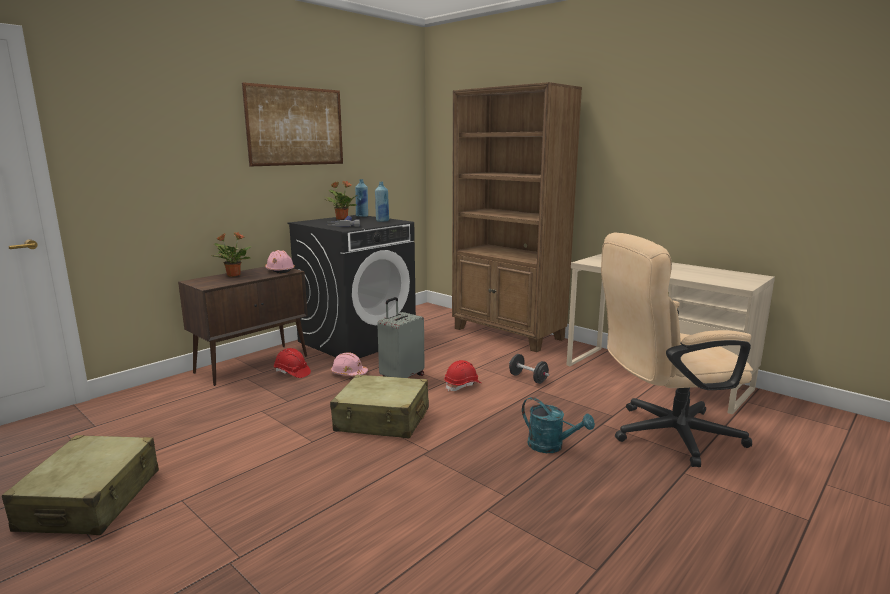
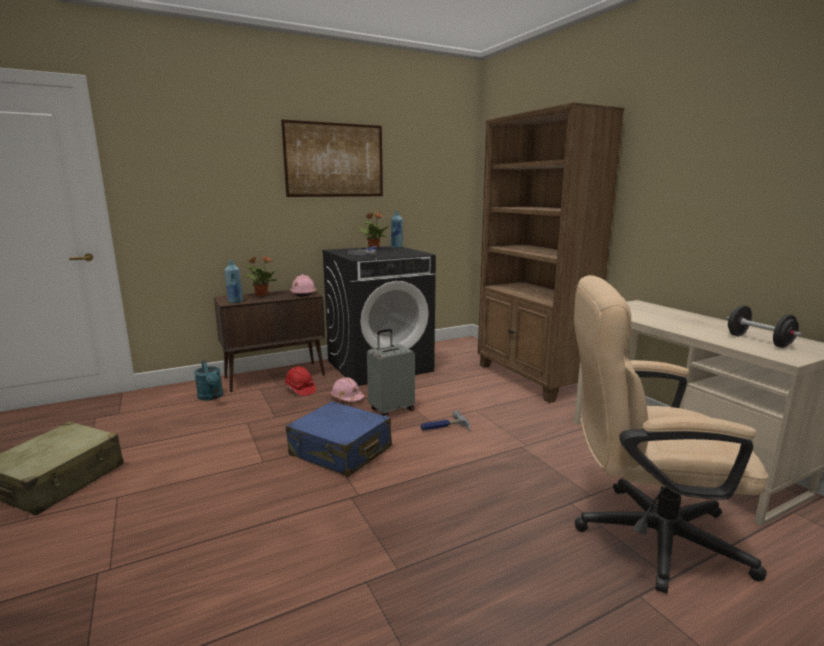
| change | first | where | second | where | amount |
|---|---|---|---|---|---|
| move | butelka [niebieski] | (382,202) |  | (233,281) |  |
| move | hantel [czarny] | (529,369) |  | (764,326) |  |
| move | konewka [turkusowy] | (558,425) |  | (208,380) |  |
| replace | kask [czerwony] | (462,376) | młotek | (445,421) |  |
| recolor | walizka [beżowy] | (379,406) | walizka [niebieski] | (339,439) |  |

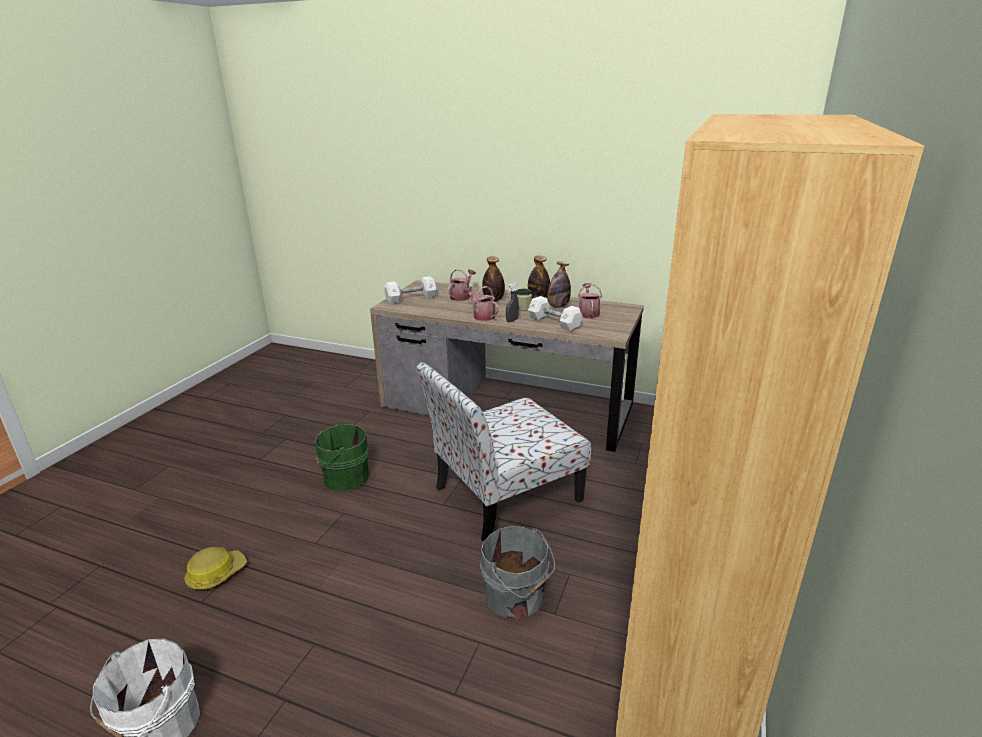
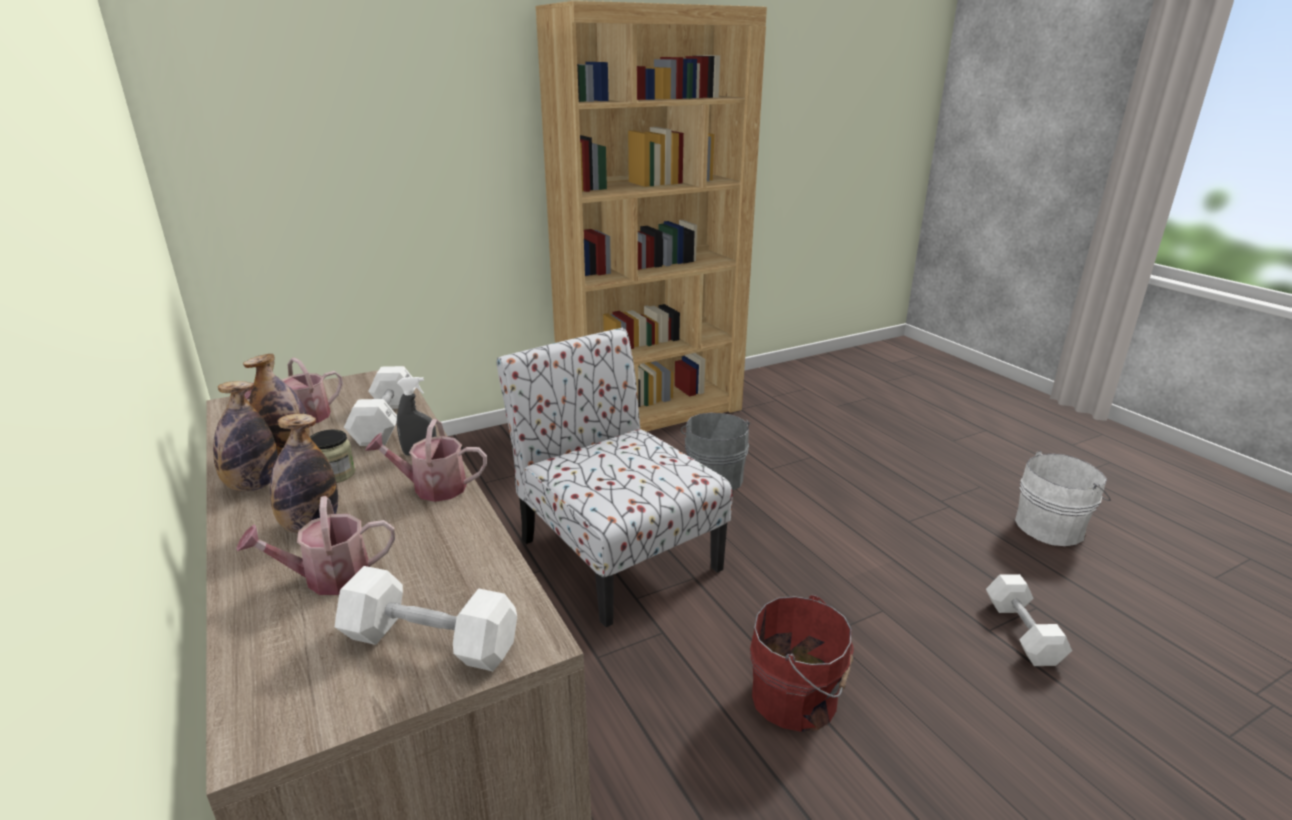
| change | first | where | second | where | amount |
|---|---|---|---|---|---|
| replace | kask | (215,568) | hantel [biały] | (1029,620) |  |
| recolor | wiadro [zielony] | (342,456) | wiadro [czerwony] | (801,663) |  |
| rotate | krzesło | (503,452) |  | (615,477) | 135 degrees counterclockwise |
| rotate | konewka | (481,303) |  | (426,460) | 90 degrees clockwise |

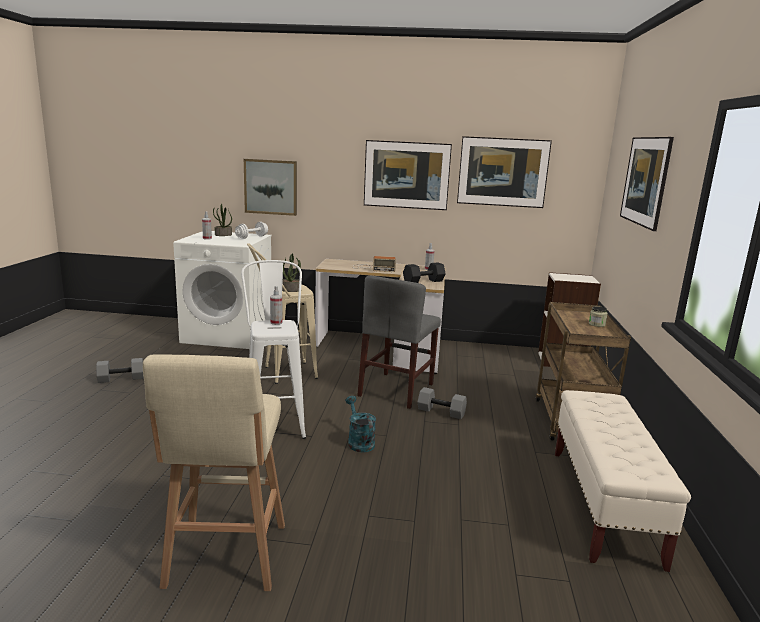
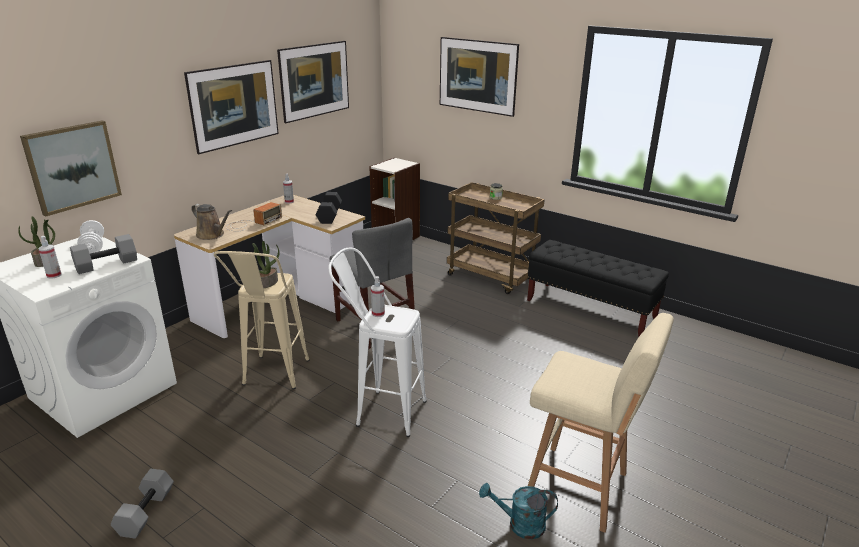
| change | first | where | second | where | amount |
|---|---|---|---|---|---|
| insert |  |  | konewka [brązowy] | (211,222) |  |
| move | konewka [turkusowy] | (360,424) |  | (518,511) |  |
| move | hantel [szary] | (442,403) |  | (103,254) |  |
| recolor | ławka [beżowy] | (623,481) | ławka [czarny] | (598,288) |  |

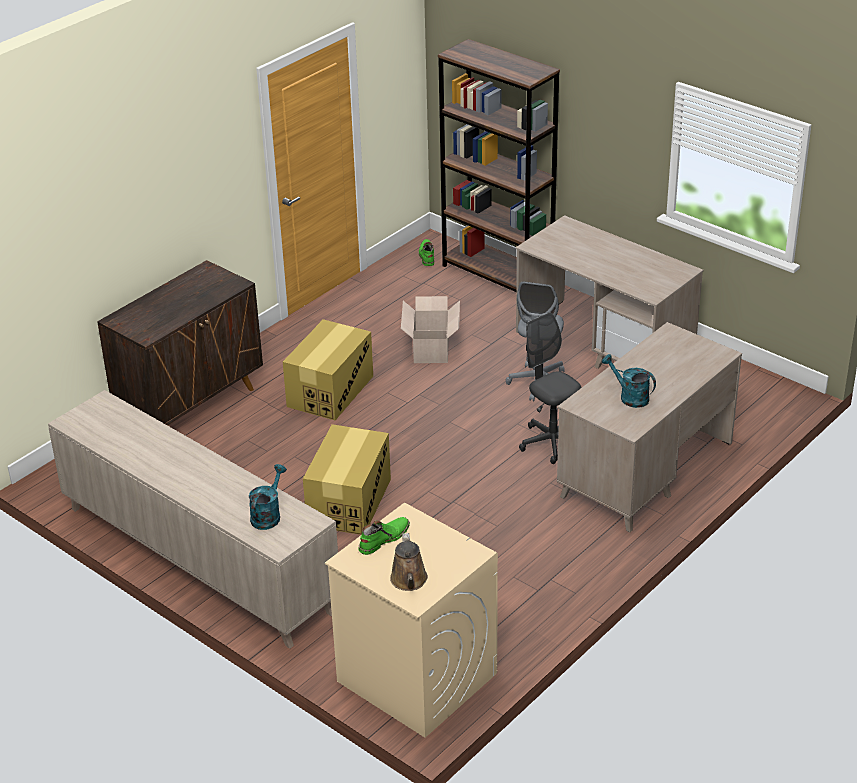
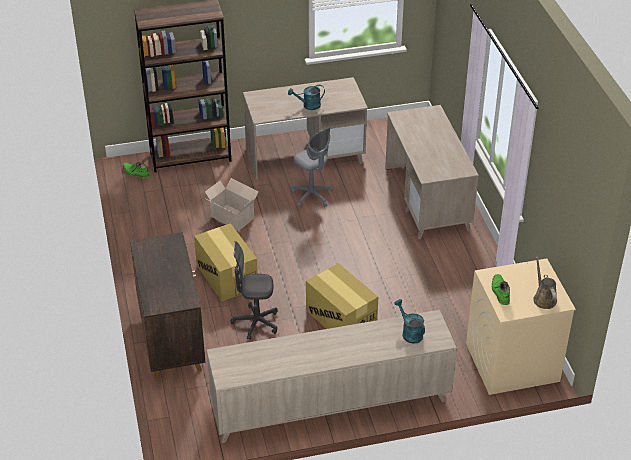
| change | first | where | second | where | amount |
|---|---|---|---|---|---|
| move | krzesło biurowe [szary] | (550,388) |  | (254,290) |  |
| move | konewka [turkusowy] | (629,381) |  | (306,97) |  |
| rotate | konewka [brązowy] | (409,562) |  | (545,282) | 135 degrees counterclockwise |

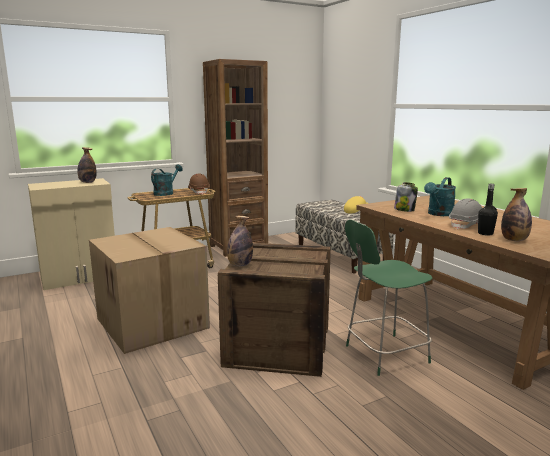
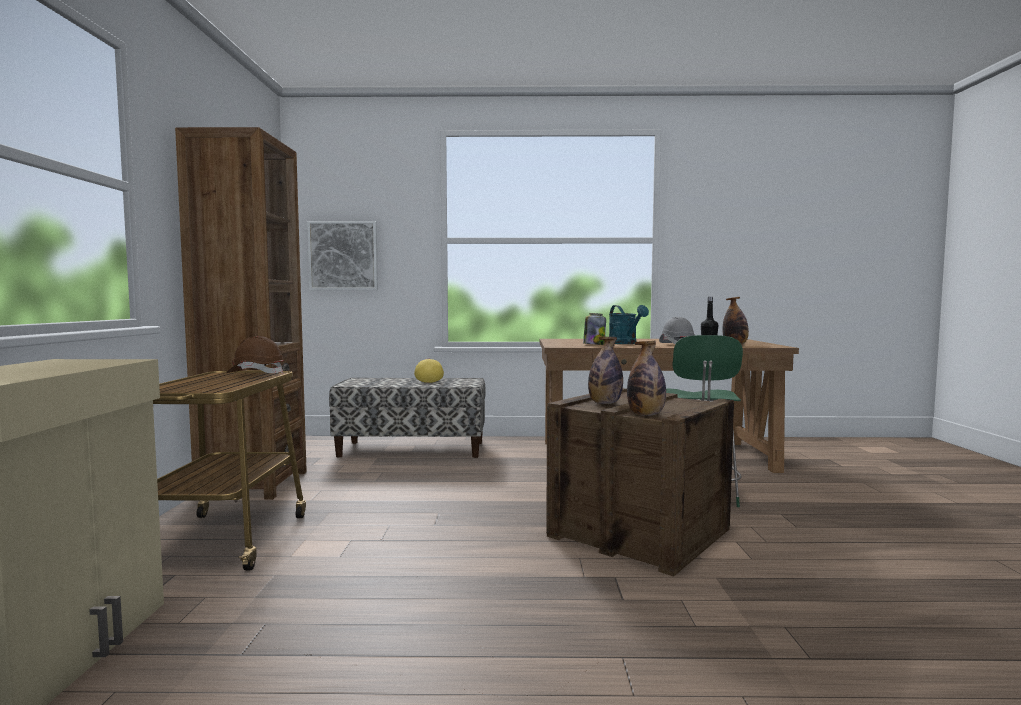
| change | first | where | second | where | amount |
|---|---|---|---|---|---|
| delete | karton | (149,290) |  |  |  |
| delete | konewka [turkusowy] | (167,180) |  |  |  |
| insert |  |  | obraz | (342,255) |  |
| move | butelka | (87,165) |  | (605,370) |  |

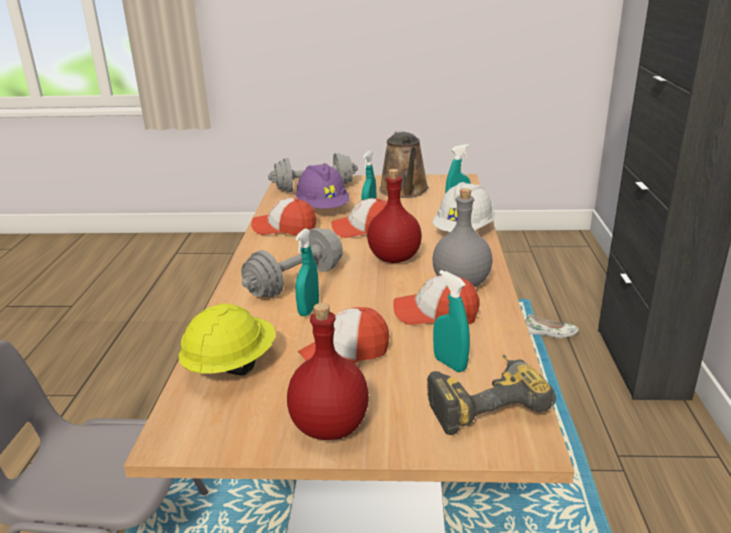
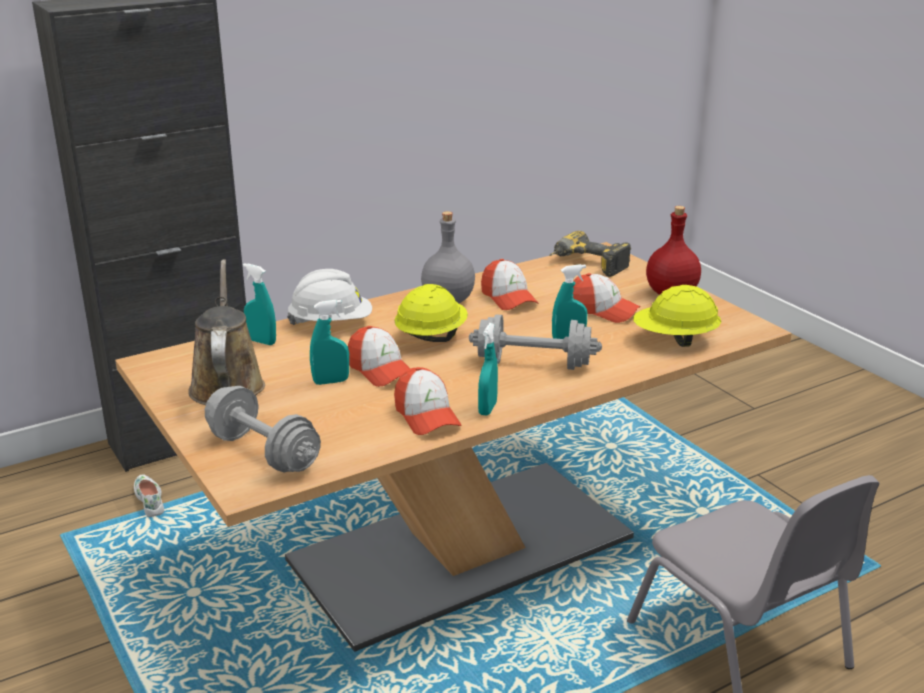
| change | first | where | second | where | amount |
|---|---|---|---|---|---|
| delete | kask [fioletowy] | (323,186) |  |  |  |
| move | spryskiwacz [turkusowy] | (451,321) |  | (488,369) |  |
| replace | butelka [czerwony] | (394,216) | kask [żółty] | (431,313) |  |
| rotate | konewka [brązowy] | (404,164) |  | (226,332) | 60 degrees counterclockwise |

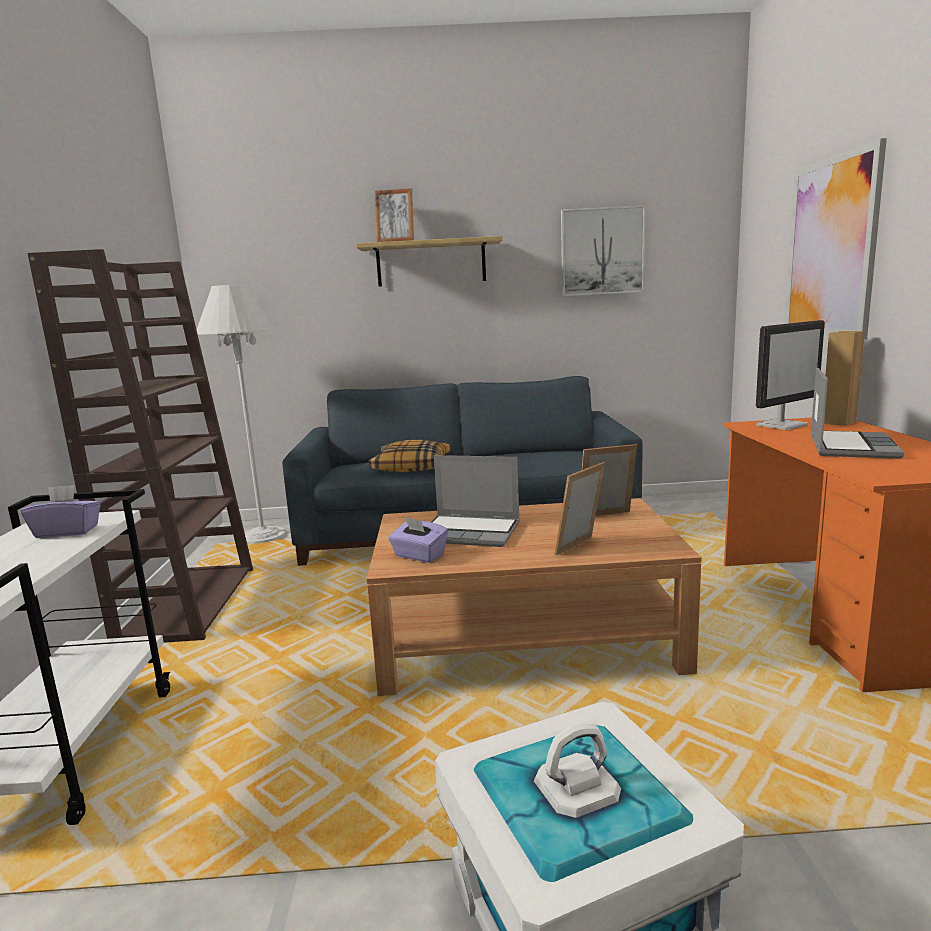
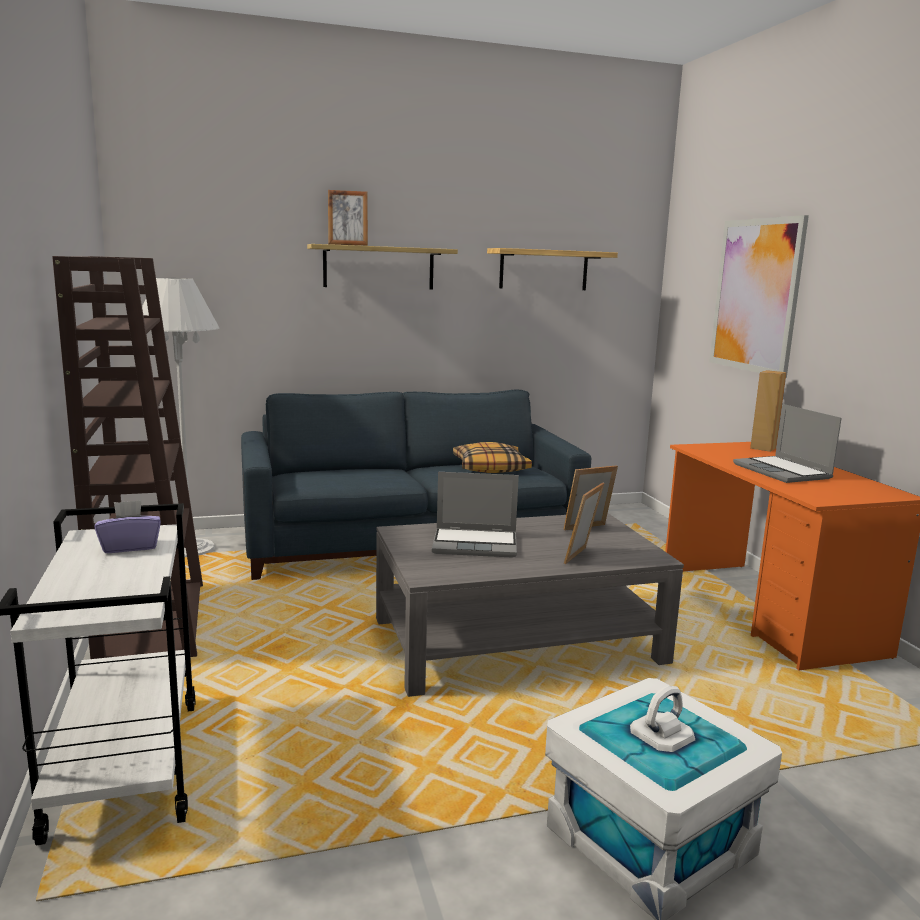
| change | first | where | second | where | amount |
|---|---|---|---|---|---|
| delete | pudełko chusteczek [fioletowy] | (418,540) |  |  |  |
| delete | monitor | (790,375) |  |  |  |
| move | poduszka | (409,456) |  | (492,457) |  |
| replace | obraz | (603,250) | półka | (552,269) |  |
| recolor | ława [brązowy] | (534,597) | ława [szary] | (530,605) |  |
| rotate | laptop | (857,413) |  | (787,443) | 150 degrees clockwise |

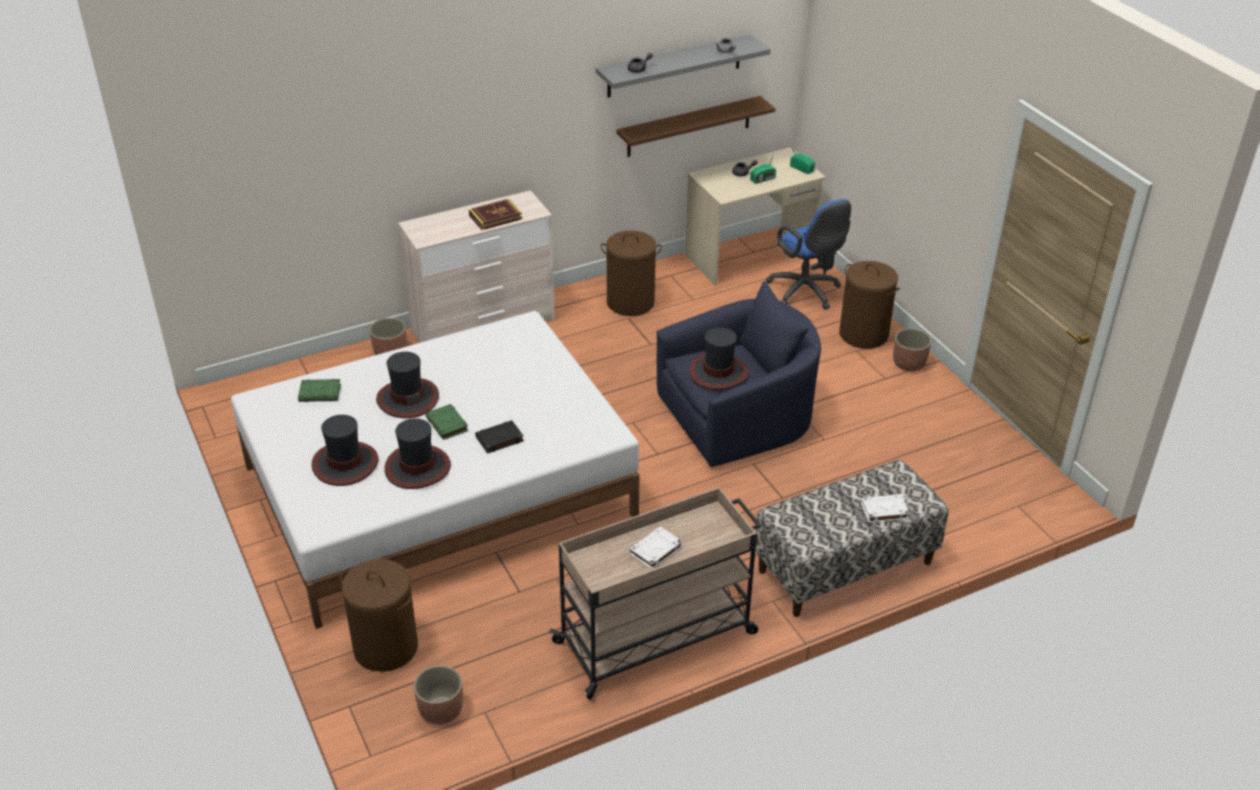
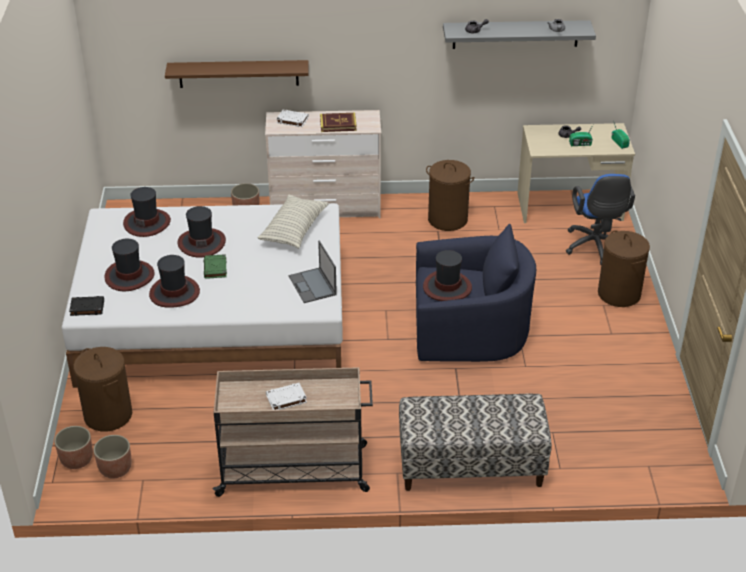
| change | first | where | second | where | amount |
|---|---|---|---|---|---|
| insert |  |  | poduszka | (293,222) |  |
| insert |  |  | laptop | (313,271) |  |
| move | książka [czarny] | (499,437) |  | (86,306) |  |
| move | półka [brązowy] | (696,126) |  | (237,74) |  |
| move | książka [biały] | (885,508) |  | (292,118) |  |
| move | donica | (912,349) |  | (73,447) |  |
| replace | książka [zielony] | (319,390) | kapelusz | (147,212) |  |

